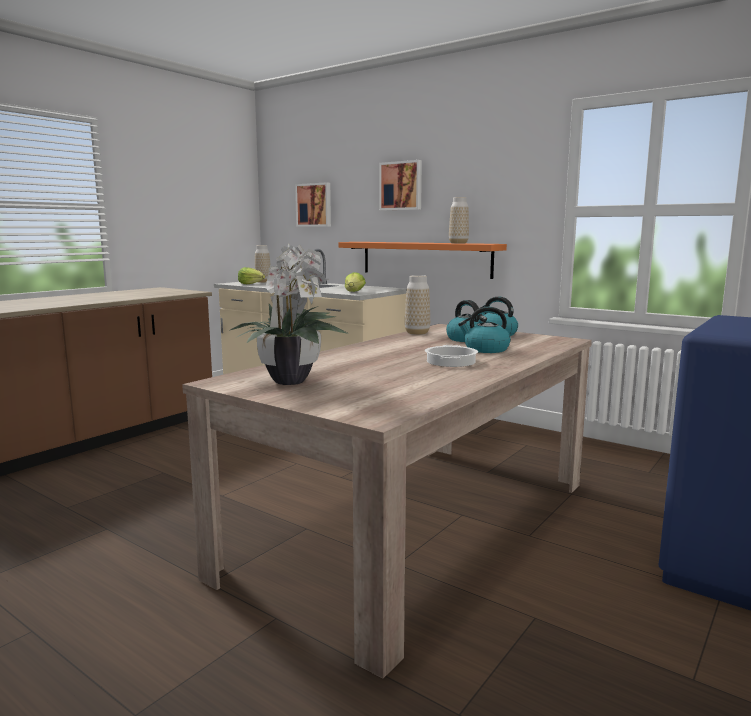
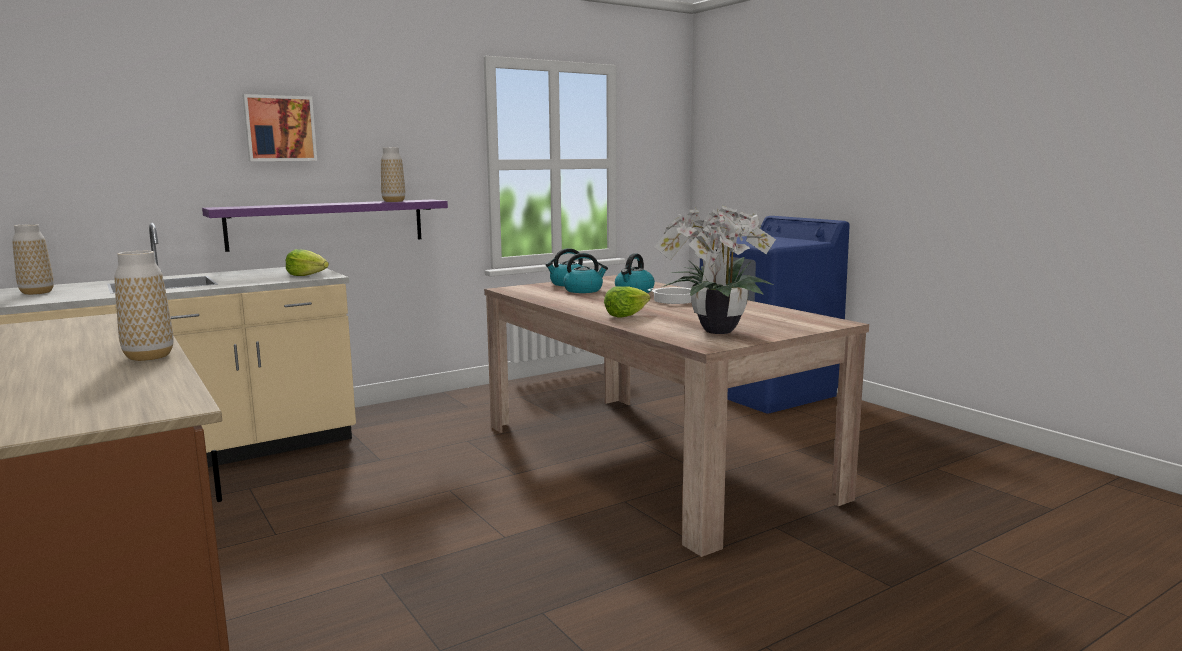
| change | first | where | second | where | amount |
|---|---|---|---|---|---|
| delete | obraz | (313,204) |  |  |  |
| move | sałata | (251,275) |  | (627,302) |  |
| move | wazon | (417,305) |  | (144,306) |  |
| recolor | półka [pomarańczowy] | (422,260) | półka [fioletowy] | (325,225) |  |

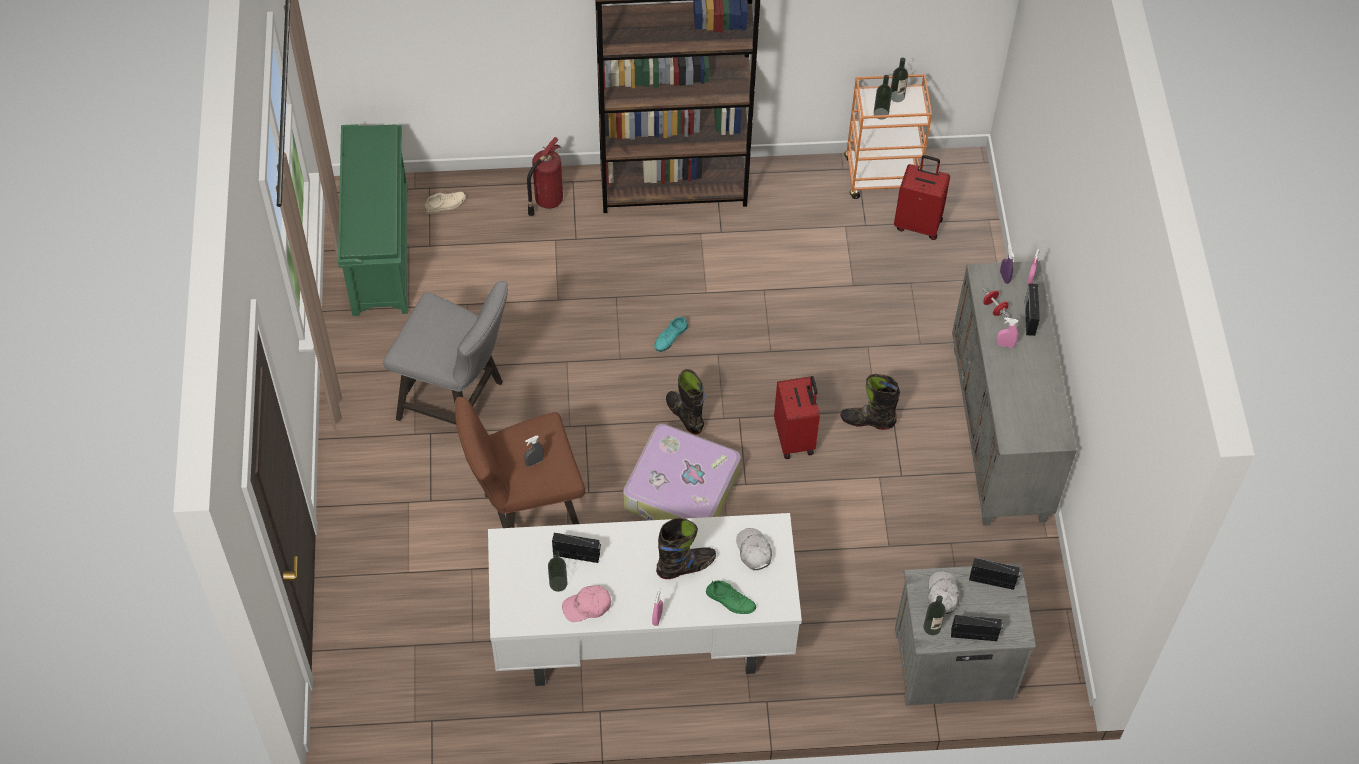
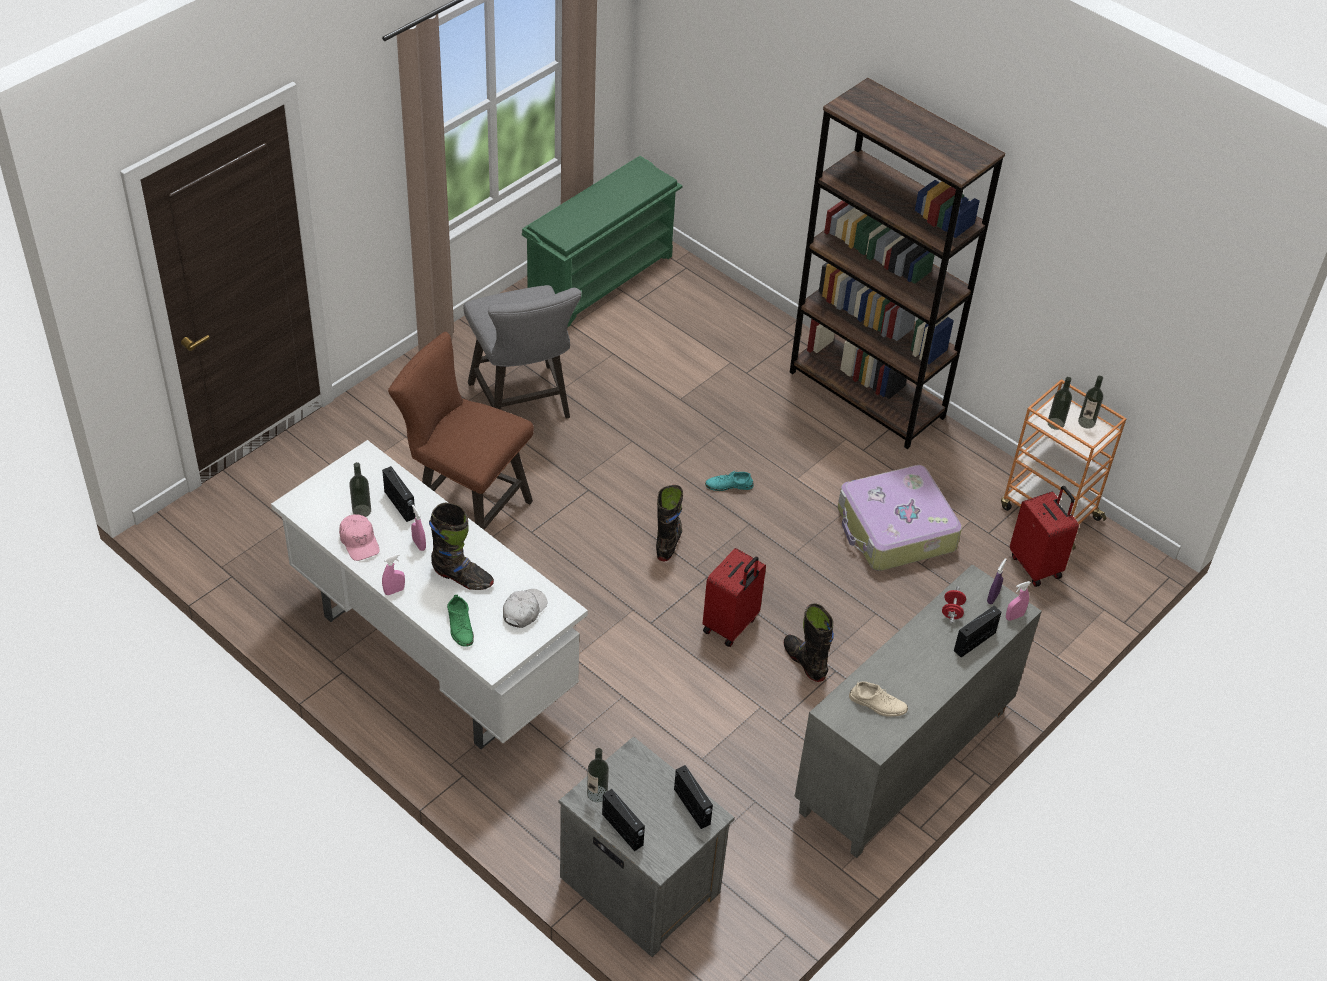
| change | first | where | second | where | amount |
|---|---|---|---|---|---|
| delete | spryskiwacz [szary] | (534,451) |  |  |  |
| delete | gaśnica | (545,176) |  |  |  |
| delete | czapka z daszkiem [biały] | (944,592) |  |  |  |
| move | but [beżowy] | (445,203) |  | (878,699) |  |
| move | walizka | (682,472) |  | (900,518) |  |
| move | spryskiwacz [różowy] | (1007,332) |  | (418,528) |  |
| rotate | czapka z daszkiem [różowy] | (586,603) |  | (359,537) | 150 degrees counterclockwise |

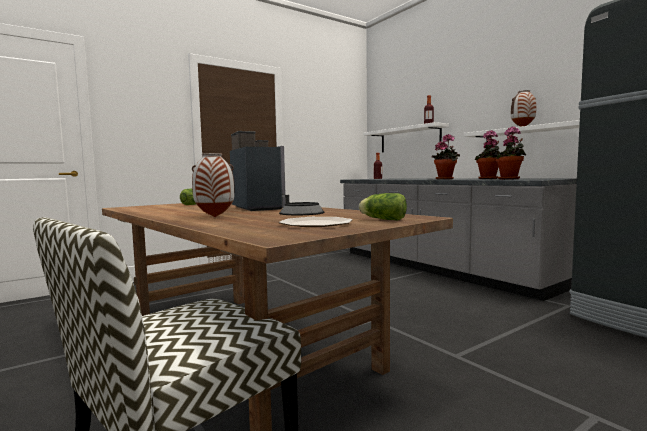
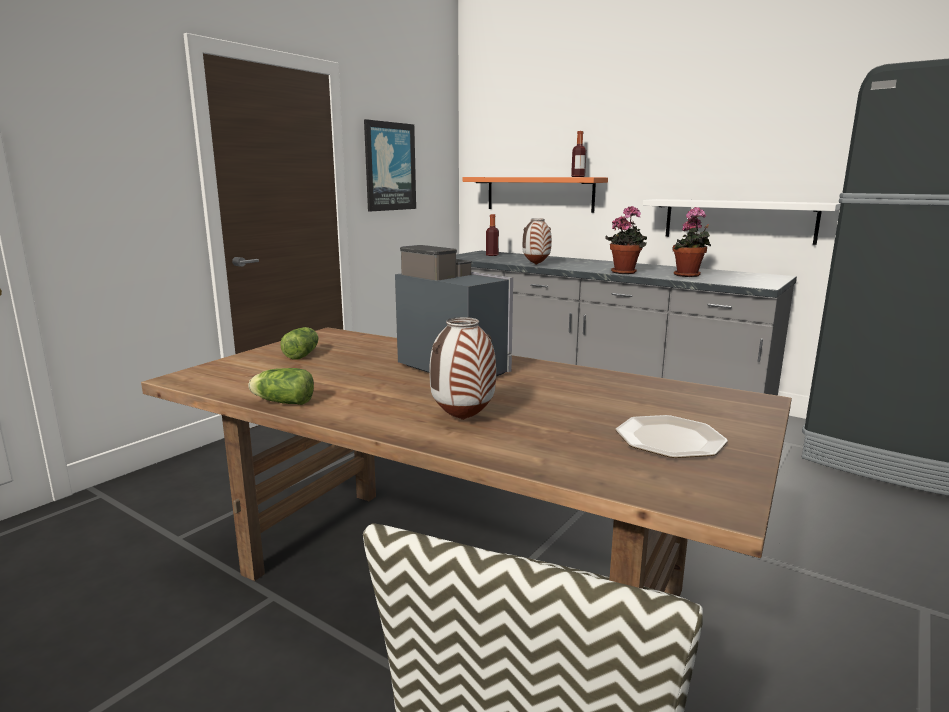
| change | first | where | second | where | amount |
|---|---|---|---|---|---|
| delete | miska | (302,208) |  |  |  |
| delete | roślina doniczkowa | (511,153) |  |  |  |
| insert |  |  | obraz | (390,165) |  |
| move | sałata | (383,206) |  | (281,386) |  |
| move | wazon | (524,108) |  | (537,241) |  |
| recolor | półka [biały] | (406,137) | półka [pomarańczowy] | (535,195) |  |

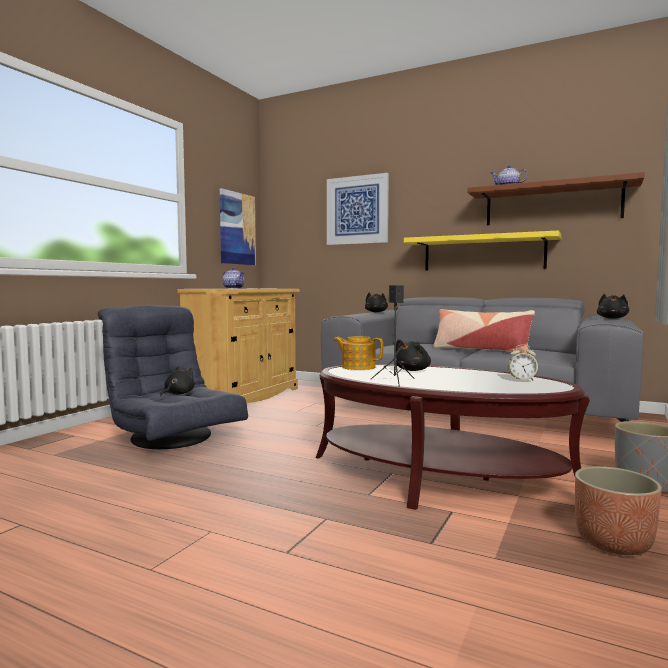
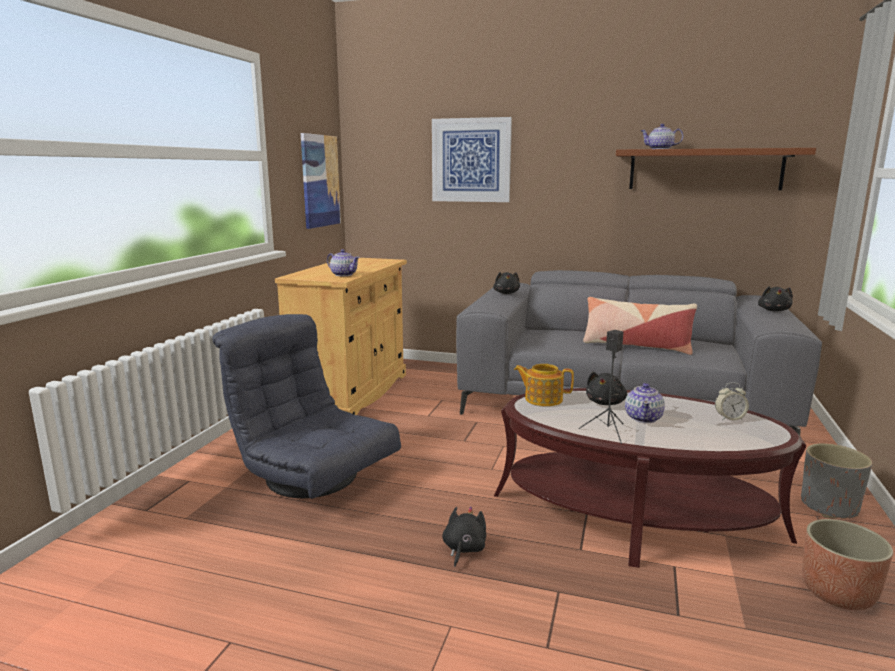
| change | first | where | second | where | amount |
|---|---|---|---|---|---|
| delete | półka [żółty] | (483,250) |  |  |  |
| insert |  |  | imbryk | (645,403) |  |
| move | pluszak [czarny] | (177,381) |  | (464,536) |  |

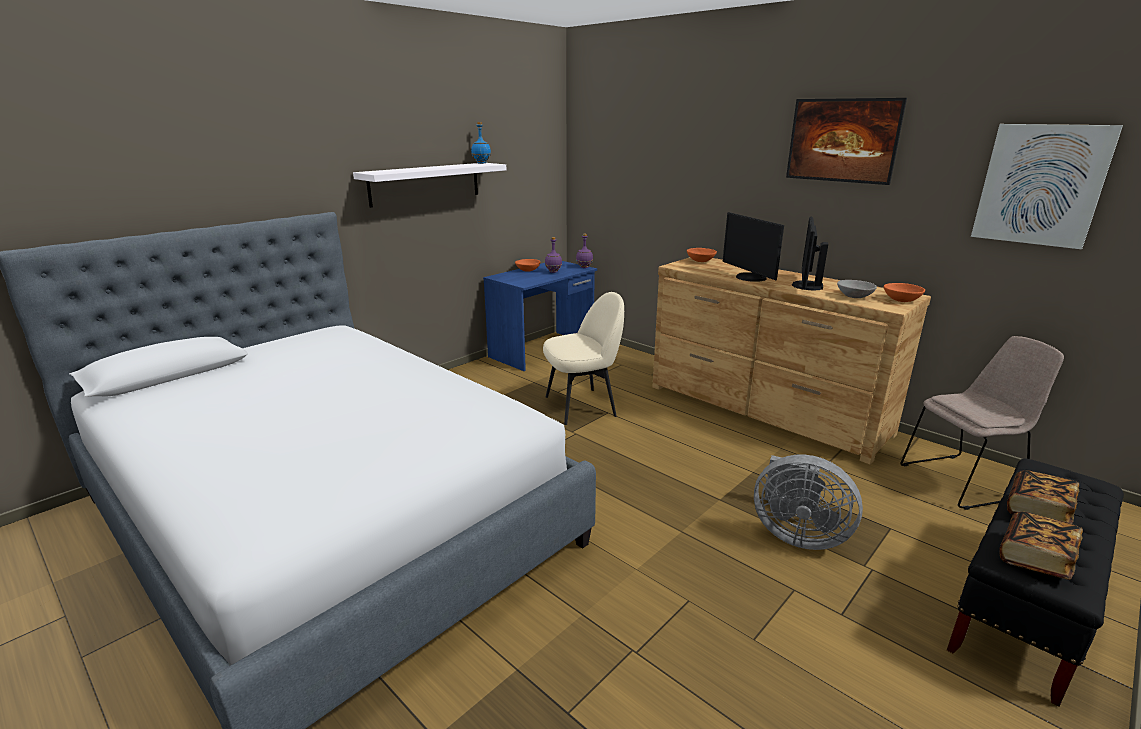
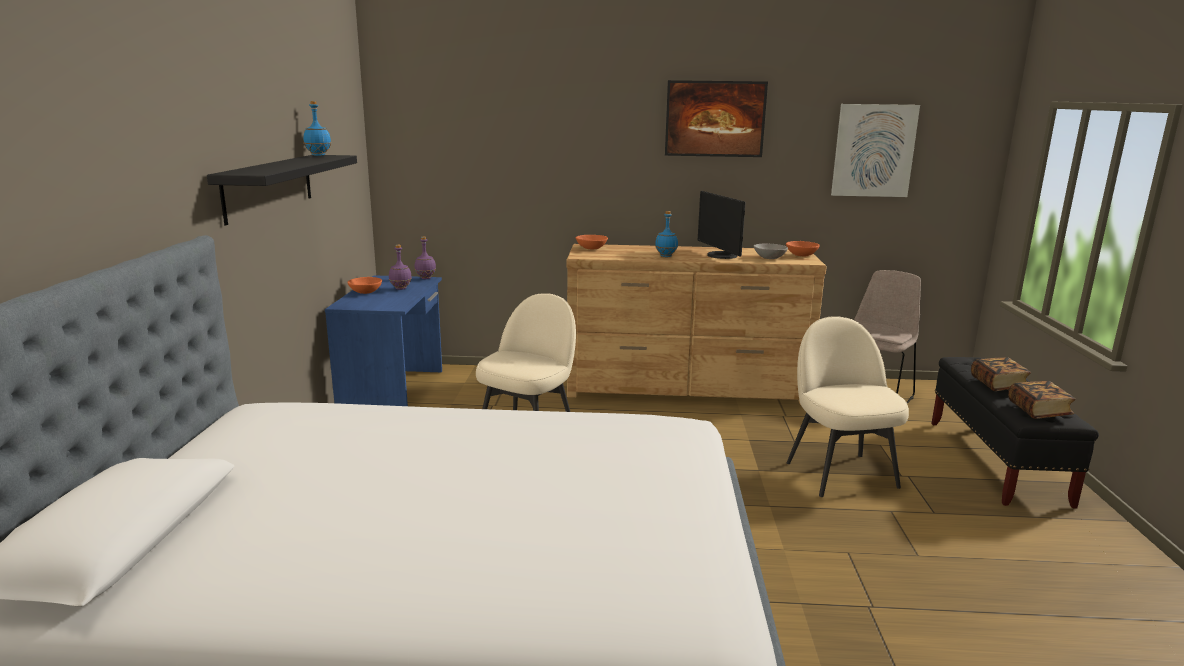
| change | first | where | second | where | amount |
|---|---|---|---|---|---|
| replace | monitor | (753,247) | butelka [niebieski] | (666,234) |  |
| replace | wentylator [szary] | (808,502) | krzesło [beżowy] | (847,406) |  |
| recolor | półka [biały] | (429,185) | półka [czarny] | (282,190) |  |

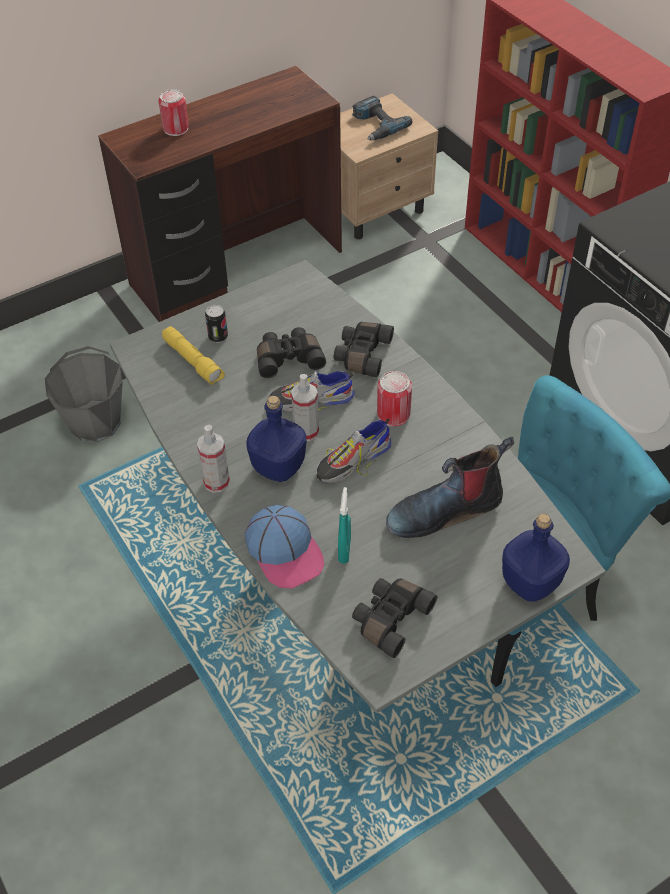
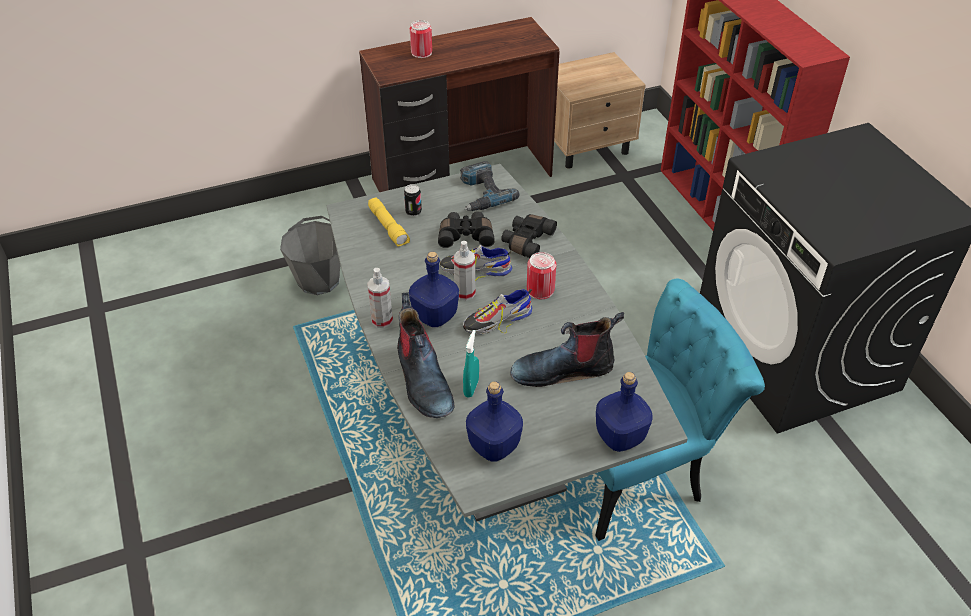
| change | first | where | second | where | amount |
|---|---|---|---|---|---|
| move | wiertarka | (382,118) |  | (490,186) |  |
| replace | czapka z daszkiem | (284,546) | but z cholewką | (425,355) |  |
| replace | lornetka [czarny] | (395,618) | butelka [niebieski] | (494,421) |  |

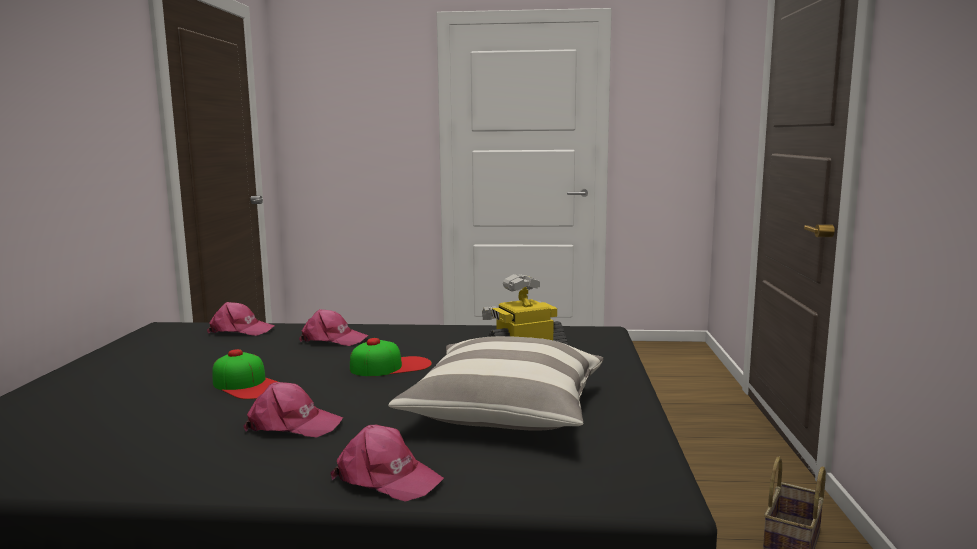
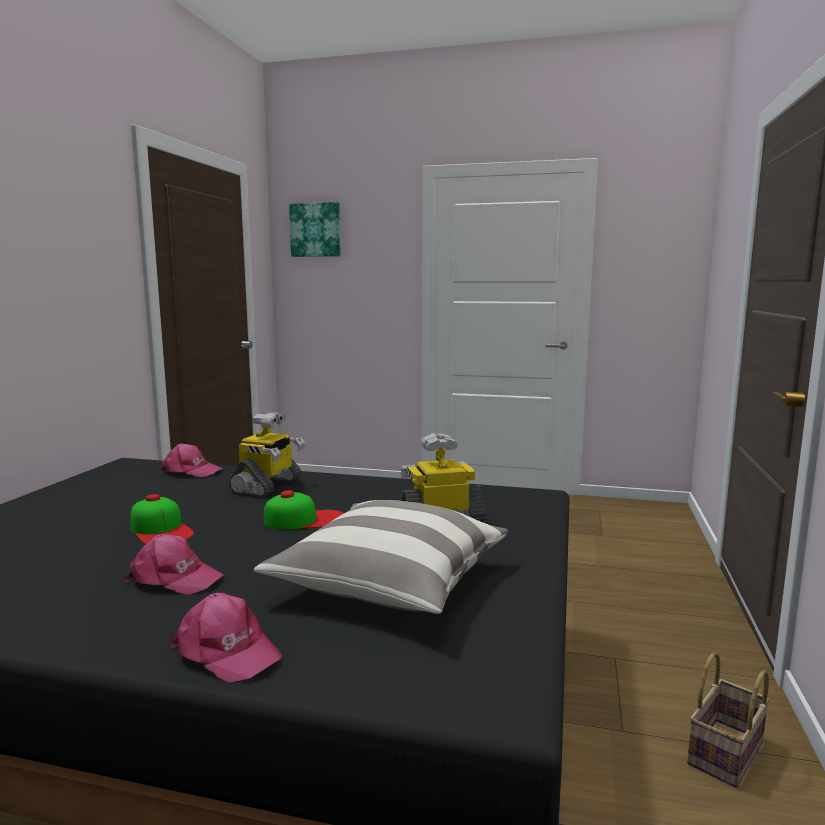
| change | first | where | second | where | amount |
|---|---|---|---|---|---|
| insert |  |  | obraz | (315,229) |  |
| replace | czapka z daszkiem [różowy] | (333,327) | robot zabawkowy | (267,454) |  |

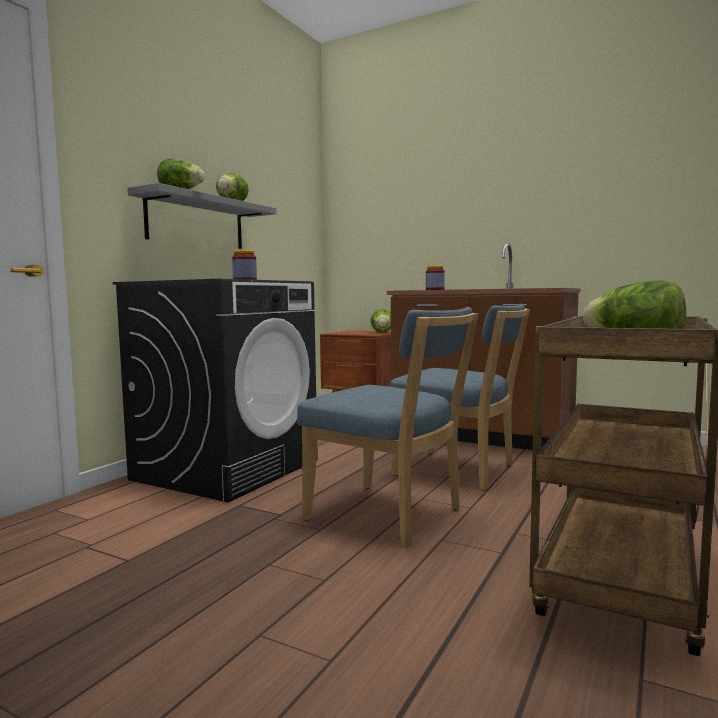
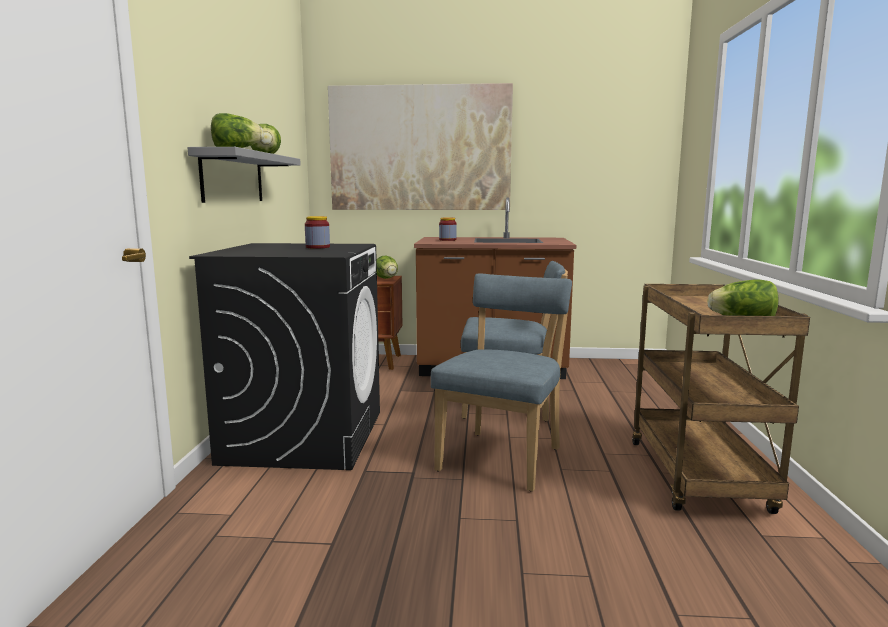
| change | first | where | second | where | amount |
|---|---|---|---|---|---|
| insert |  |  | obraz | (420,146) |  |
| rotate | krzesło [niebieski] | (387,427) |  | (501,382) | 75 degrees counterclockwise |

